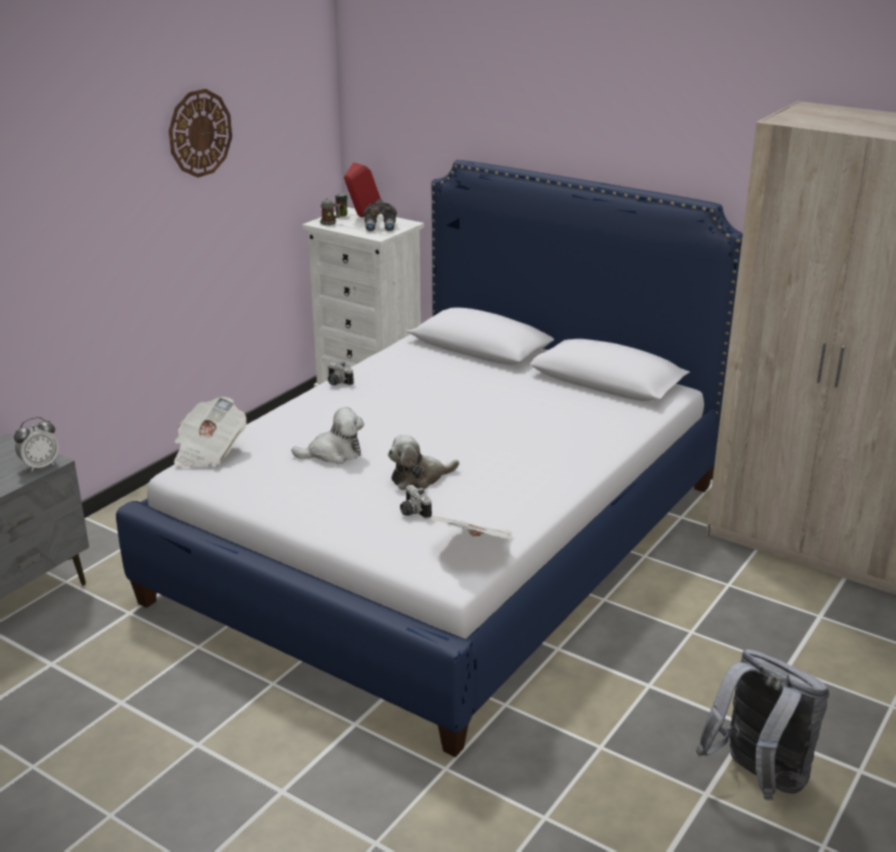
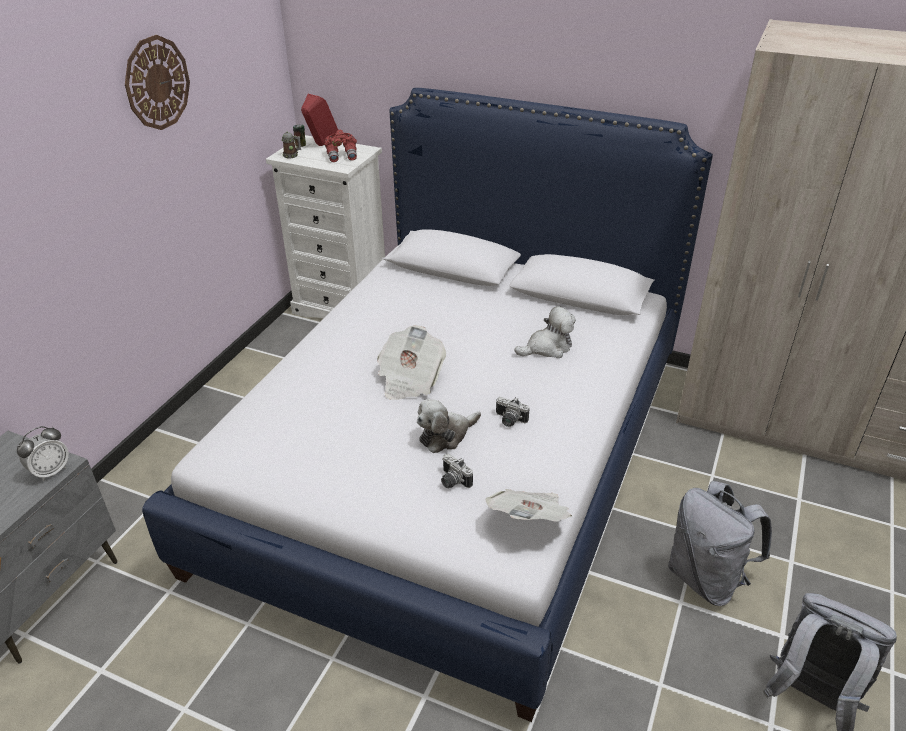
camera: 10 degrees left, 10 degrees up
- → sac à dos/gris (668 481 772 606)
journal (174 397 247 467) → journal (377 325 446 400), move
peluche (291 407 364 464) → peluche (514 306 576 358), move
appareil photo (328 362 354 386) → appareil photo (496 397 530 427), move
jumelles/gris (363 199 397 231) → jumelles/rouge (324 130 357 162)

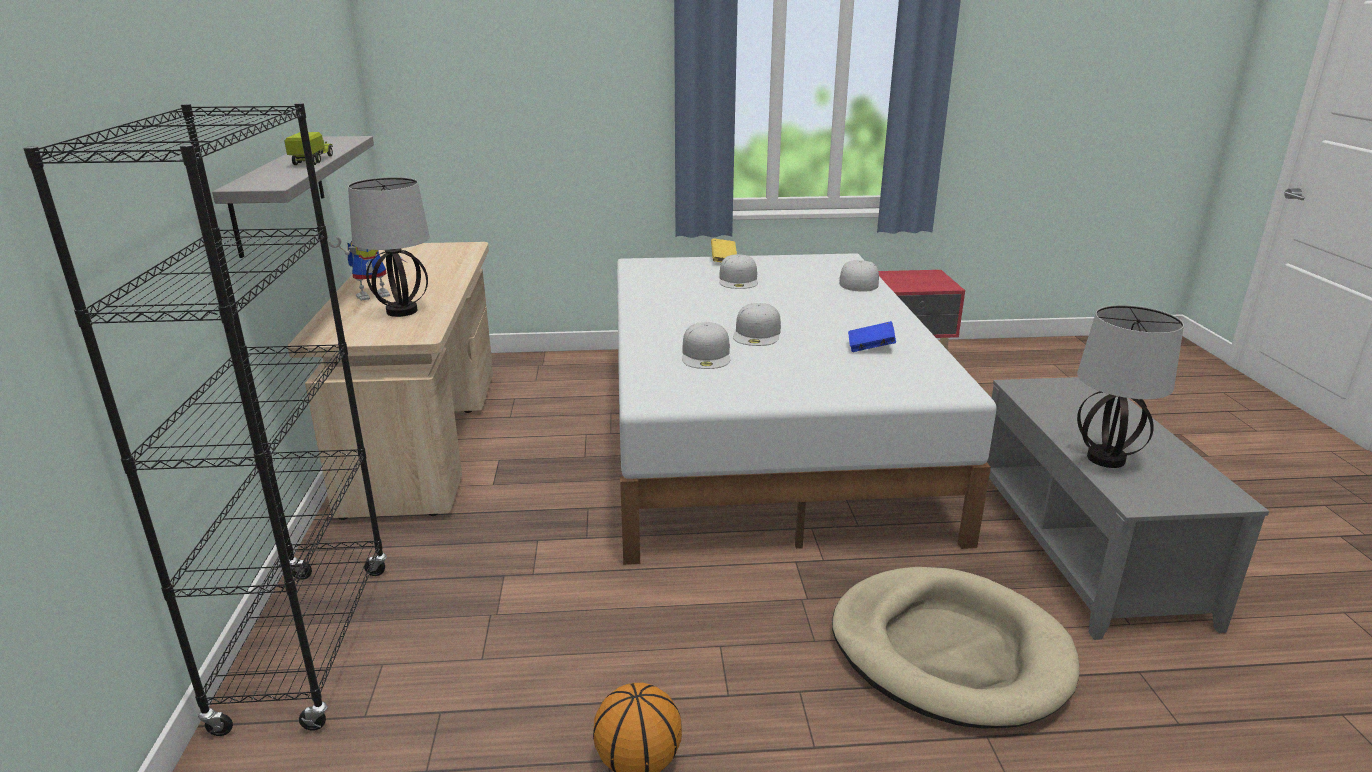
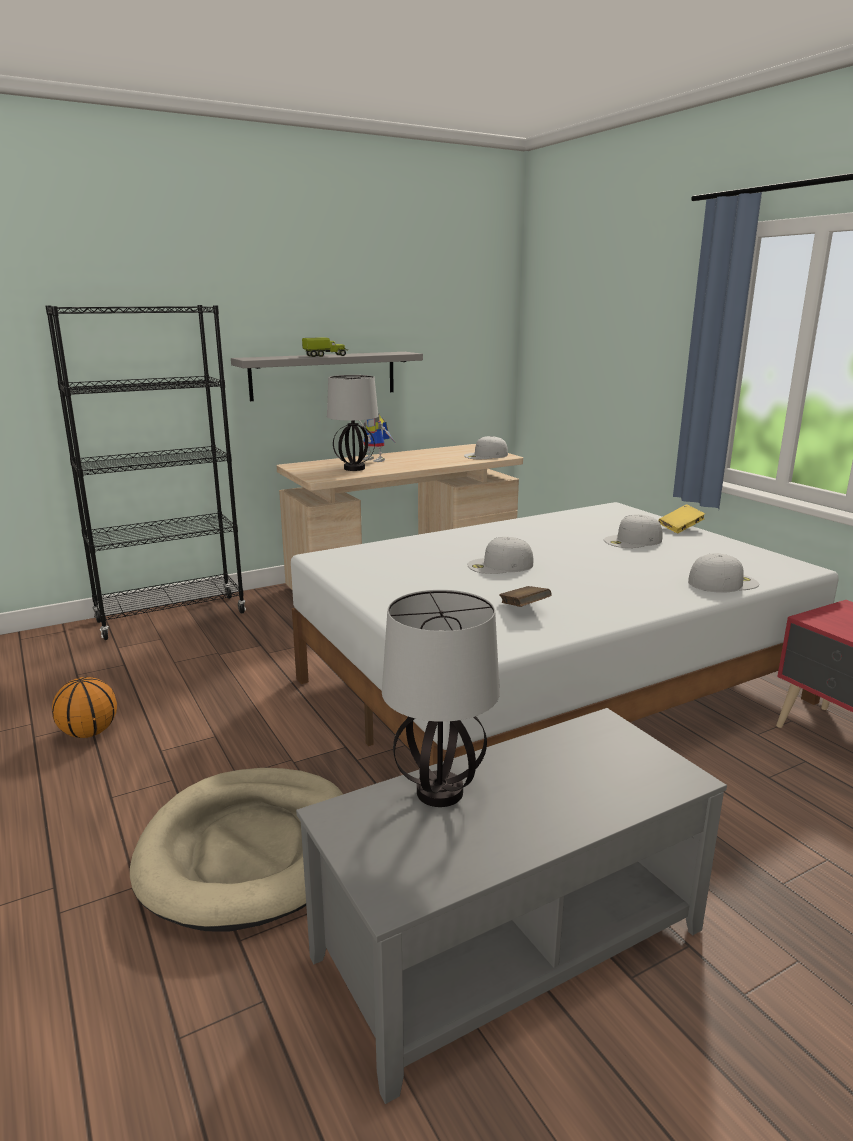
camera: 65 degrees right, 5 degrees down
casquette/blanc (682 322 730 369) → casquette/blanc (464 436 508 459), move
livre/bleu (848 321 896 352) → livre/marron (499 586 552 607)

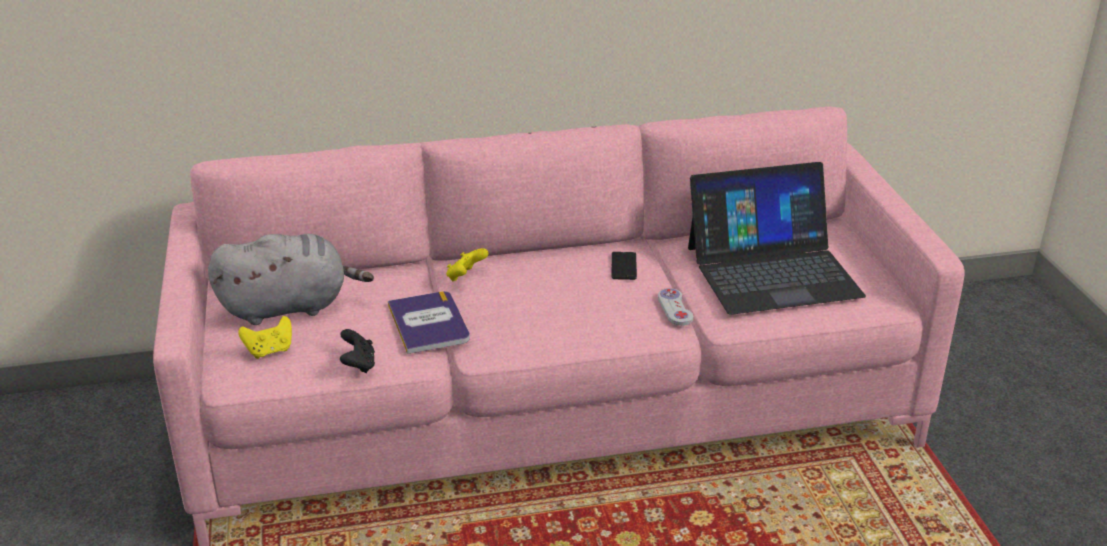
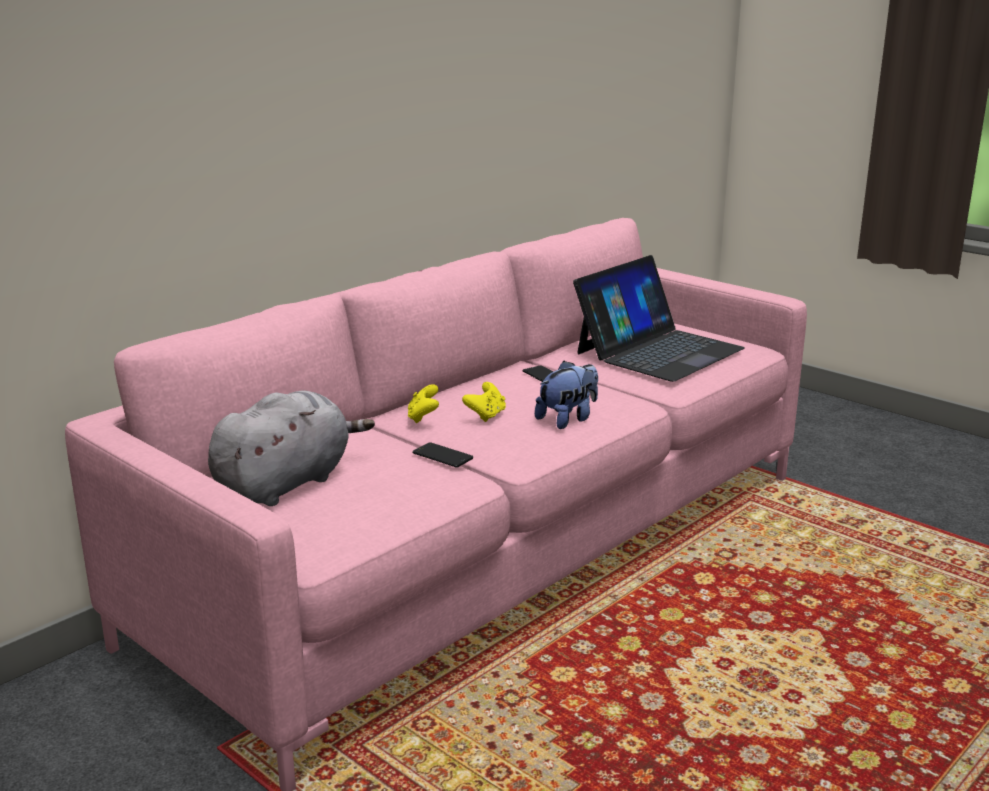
camera: 35 degrees left, 10 degrees down
manette/noir (340 329 375 373) → -
manette/blanc (658 288 693 326) → -
- → peluche (535 361 598 429)
manette/jaune (238 316 292 359) → manette/jaune (462 382 506 422), move
livre (388 291 470 354) → téléphone (412 442 473 468)

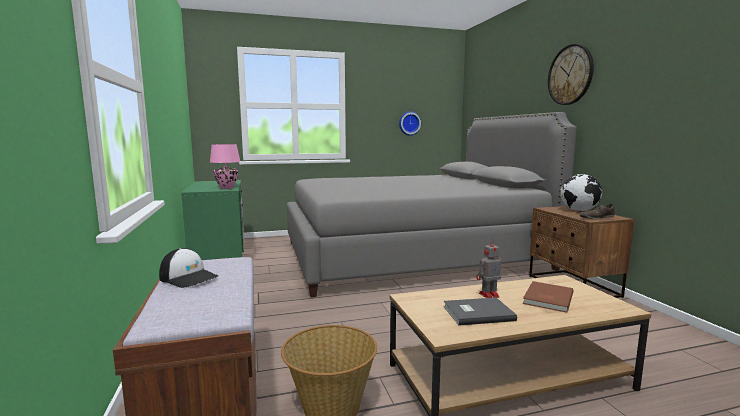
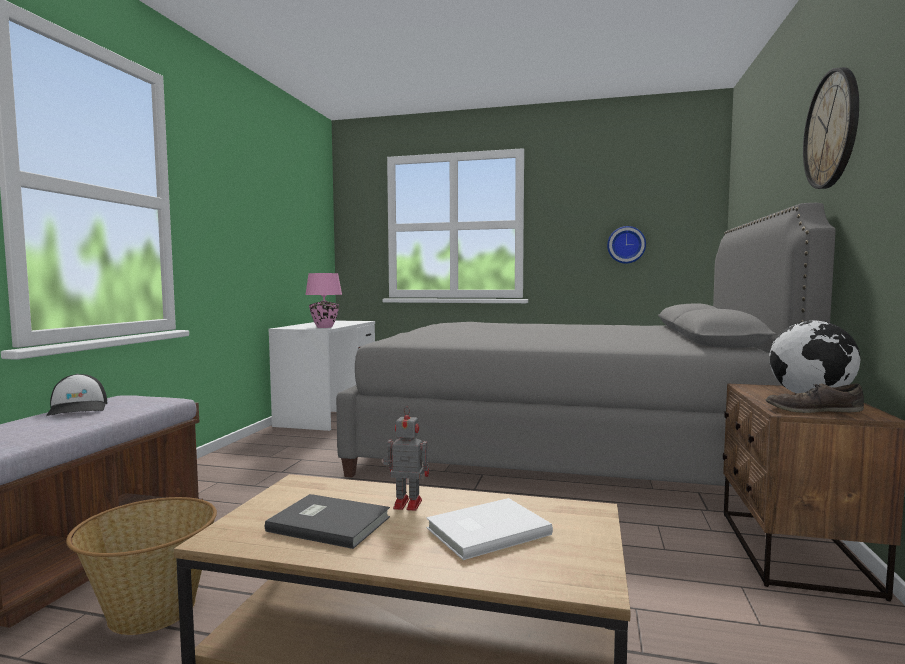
camera: 30 degrees right, 5 degrees down
bureau/vert (181 180 244 260) → bureau/blanc (268 320 375 431)
livre/marron (523 281 574 313) → livre/blanc (426 498 553 560)

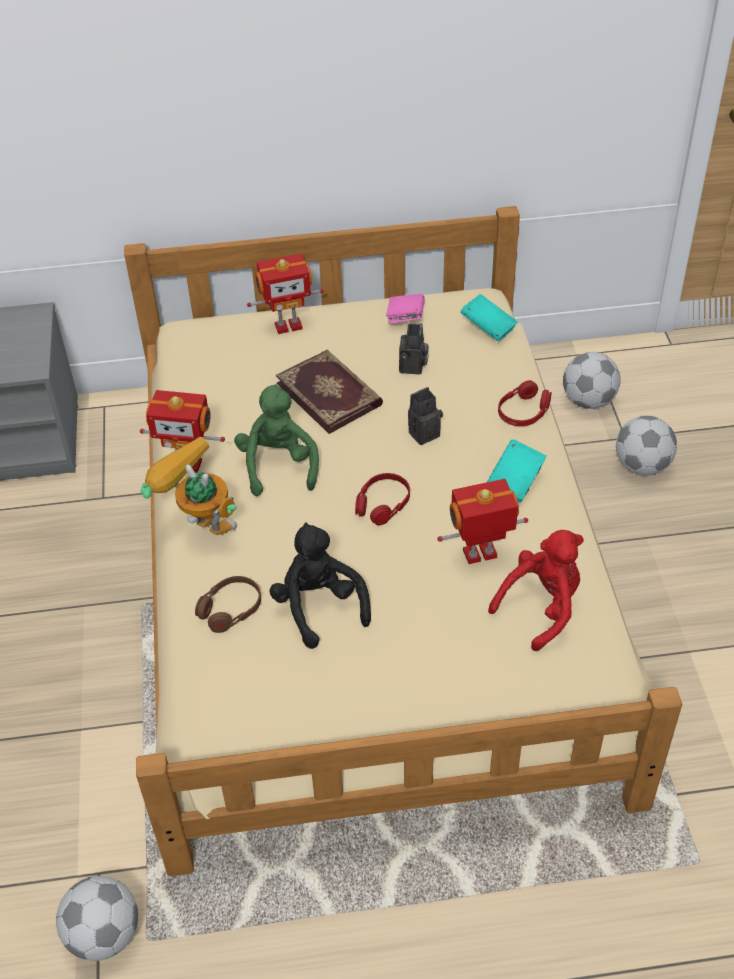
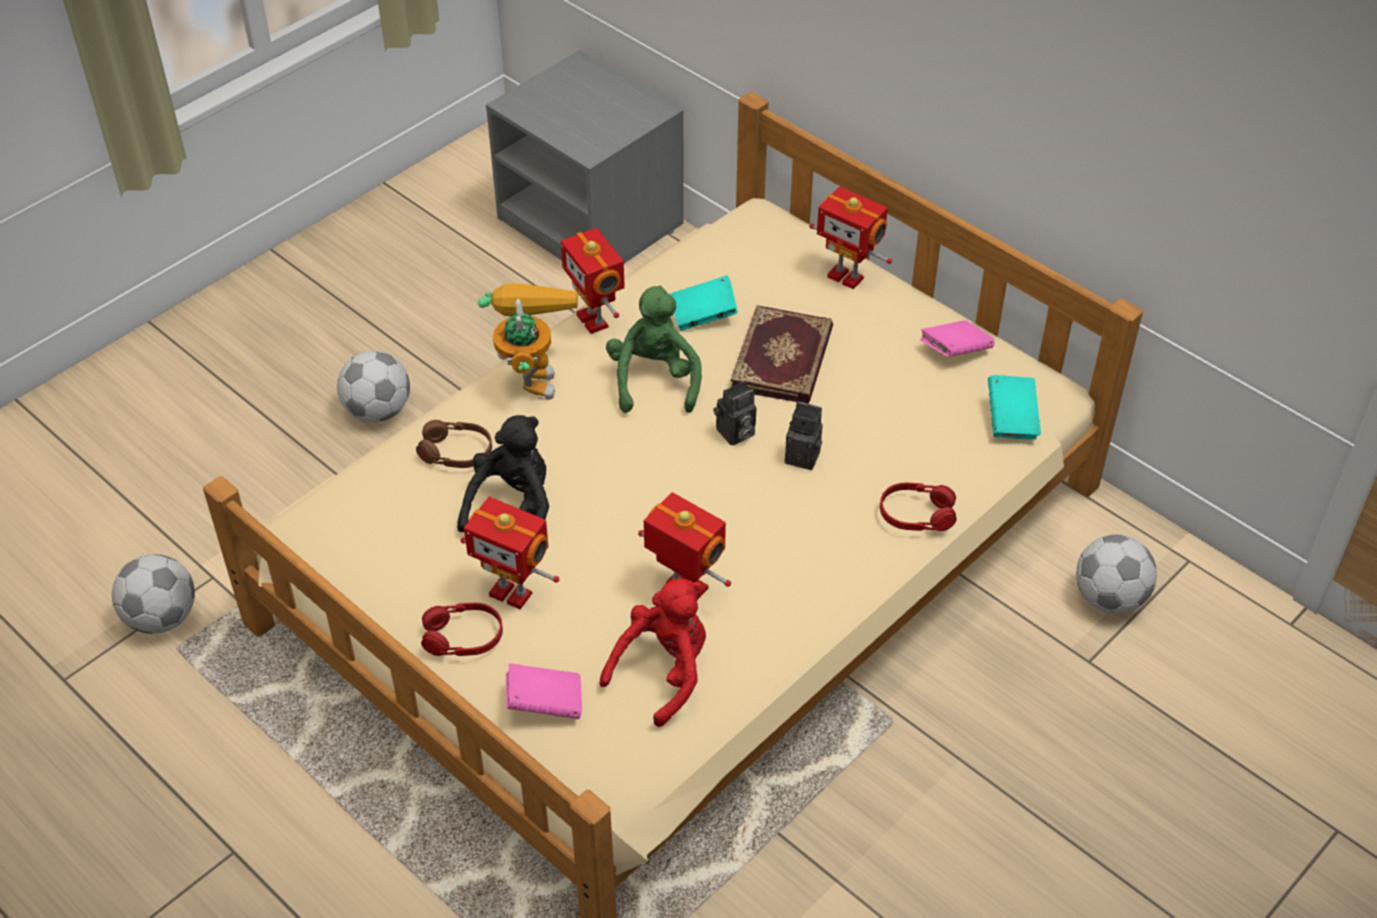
camera: 50 degrees right, 0 degrees up
- → robot jouet (461 497 560 609)
- → livre/rose (506 663 582 719)
casque audio/rouge (355 473 410 526) → casque audio/rouge (421 603 503 656), move
appareil photo (399 323 429 374) → appareil photo (713 381 756 446), move
livre/turquoise (487 439 547 502) → livre/turquoise (670 275 738 331), move
ballon de foot (616 416 677 476) → ballon de foot (337 351 410 422), move
peluche/vert (234 384 319 496) → peluche/vert (606 286 702 413), 45 degrees counterclockwise
peluche/rouge (488 530 584 651) → peluche/rouge (599 579 706 727), 60 degrees counterclockwise

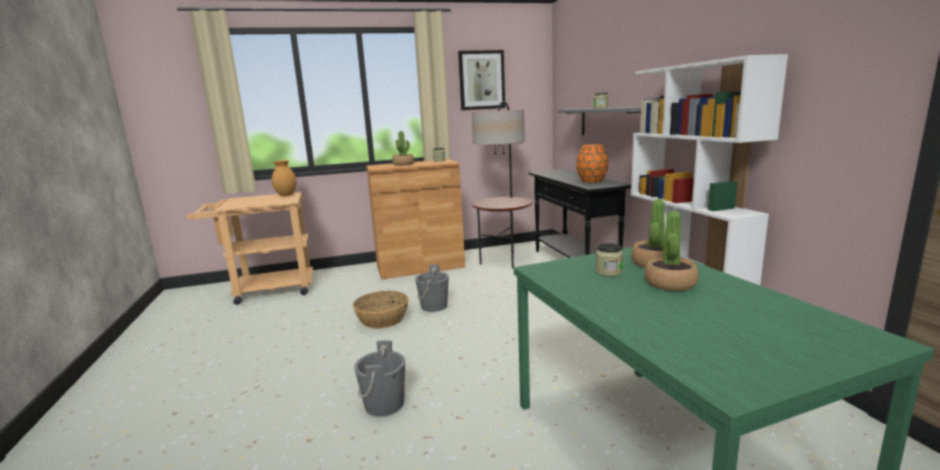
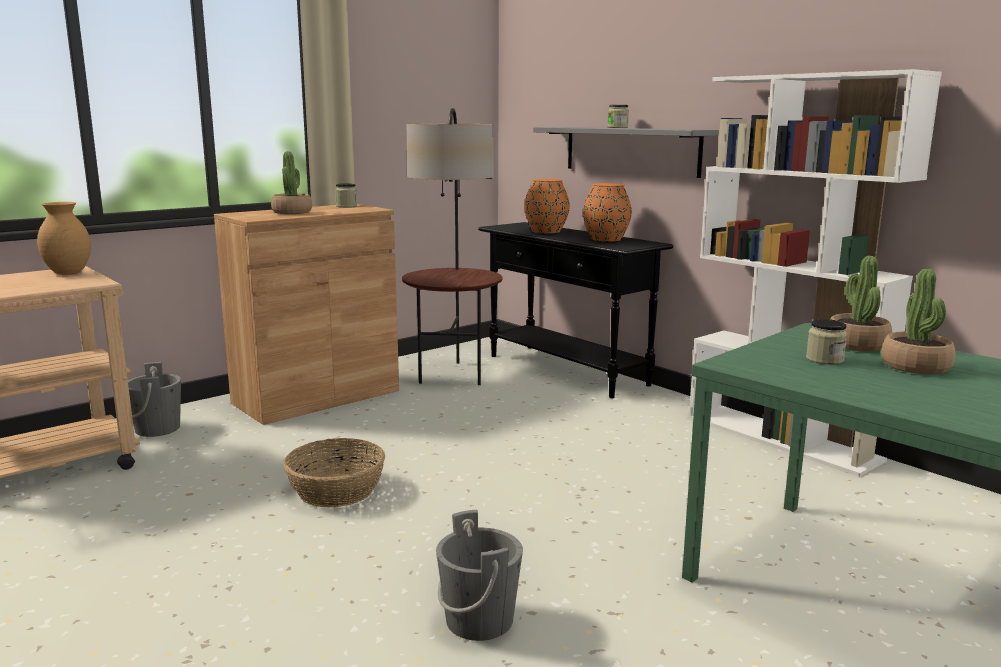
camera: 25 degrees left, 0 degrees up
tableau (458 50 505 110) → -
- → vase/orange (524 179 570 233)
seau/gris (415 264 449 312) → seau/gris (128 362 181 437), move

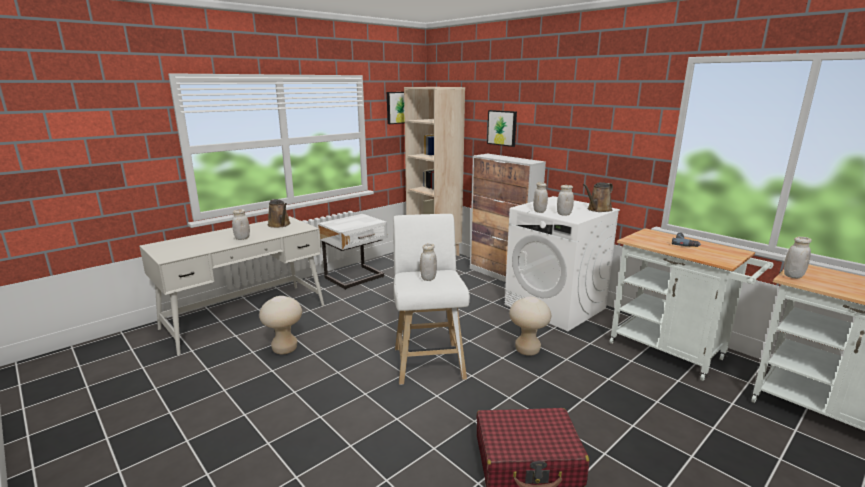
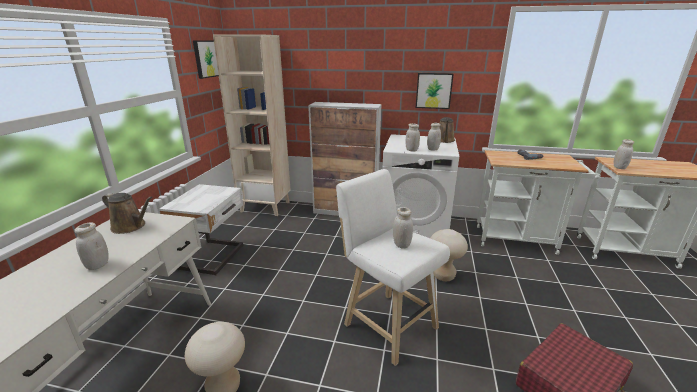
camera: 35 degrees left, 5 degrees up
tableau (487 110 517 147) → tableau (416 73 454 109), move

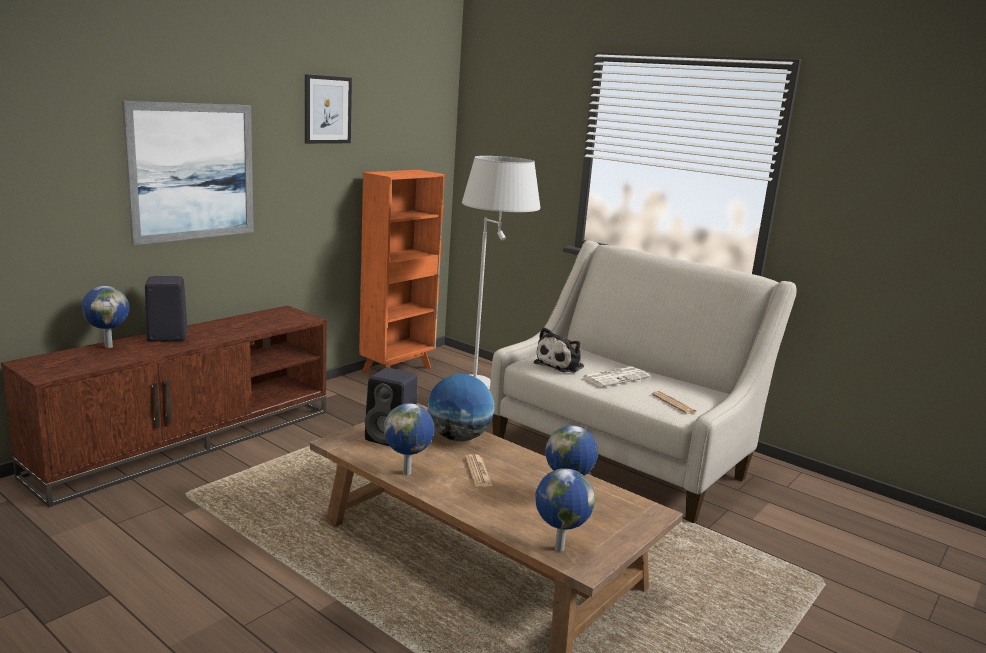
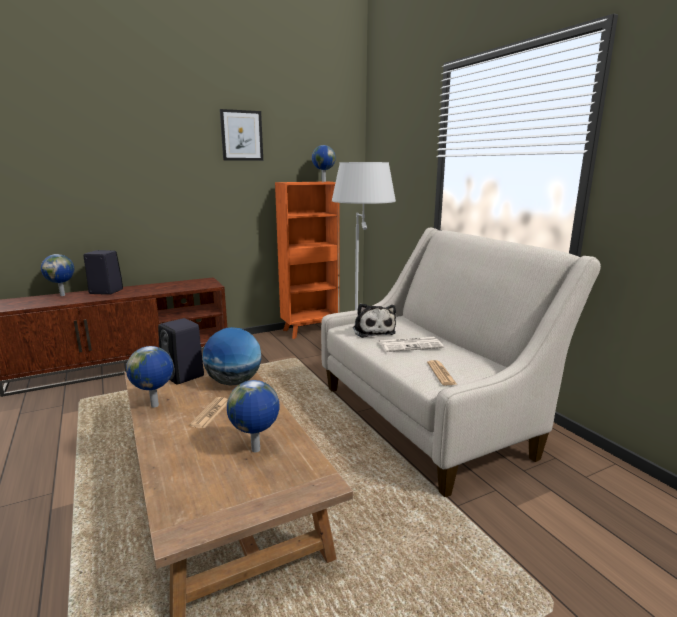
camera: 25 degrees right, 0 degrees up
tableau (122 101 254 245) → -
globe (535 469 595 552) → globe (312 145 336 182), move
peluche (534 327 584 373) → peluche (353 303 396 338), 75 degrees counterclockwise

